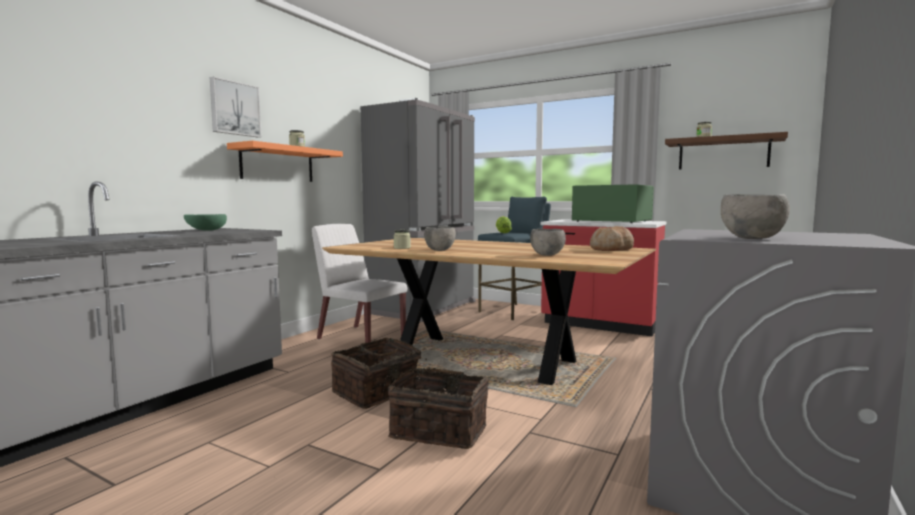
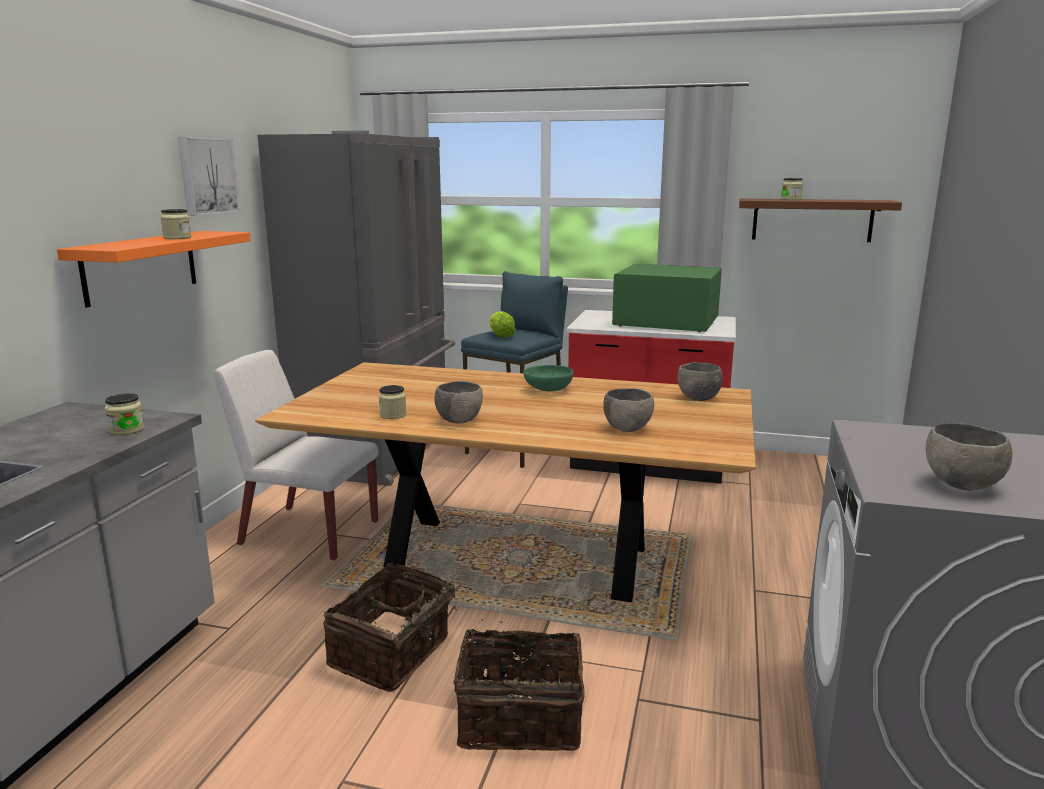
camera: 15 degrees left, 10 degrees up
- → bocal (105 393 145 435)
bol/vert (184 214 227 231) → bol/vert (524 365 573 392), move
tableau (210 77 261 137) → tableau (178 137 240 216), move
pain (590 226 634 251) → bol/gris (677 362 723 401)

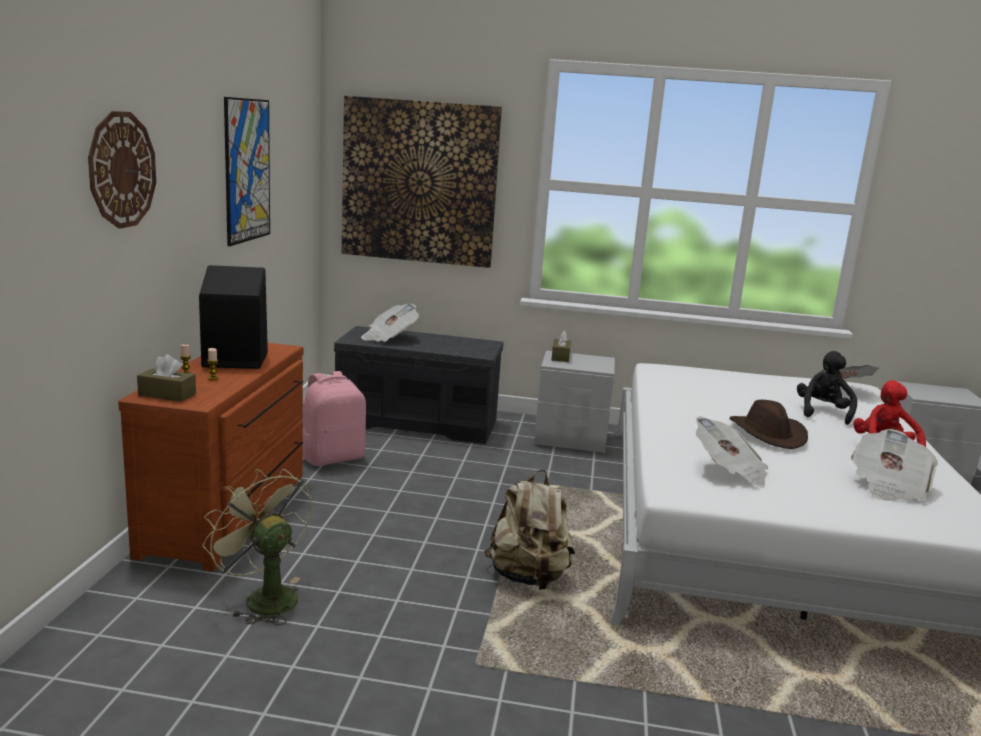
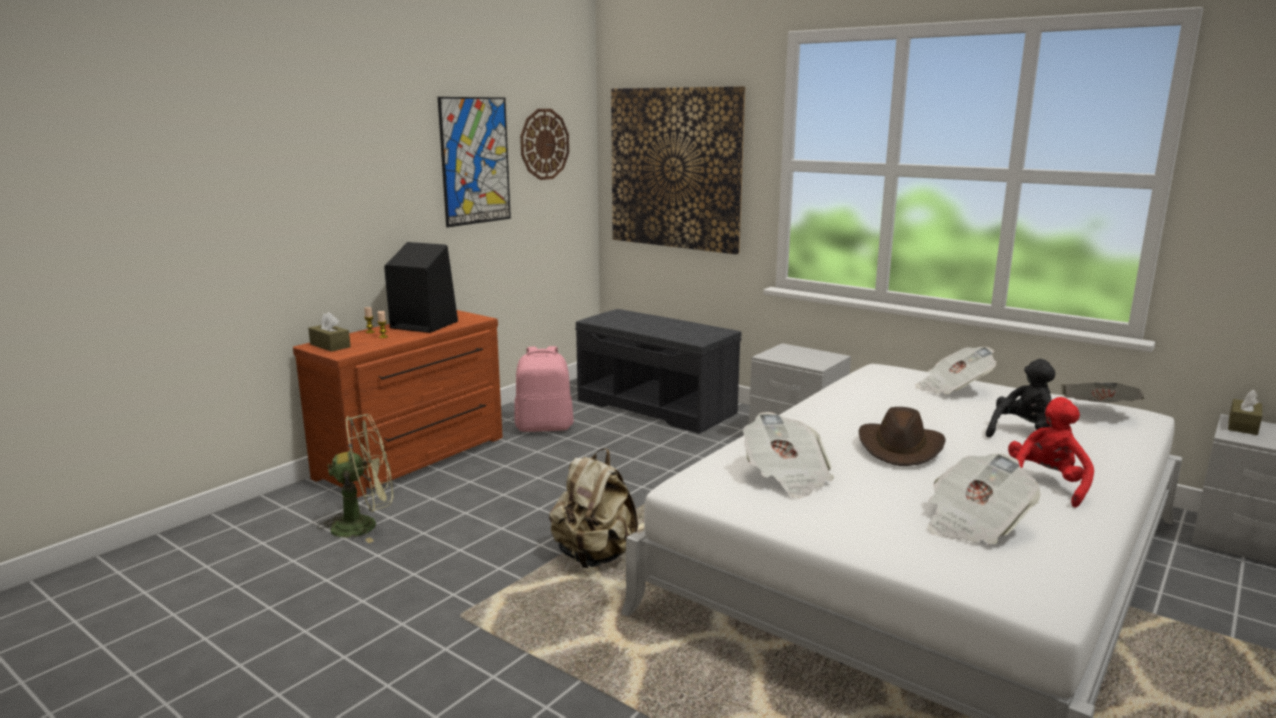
camera: 30 degrees right, 0 degrees up
horloge murale (88 111 156 229) → horloge murale (520 109 569 180), move
journal (361 304 419 342) → journal (915 347 996 395), move
boîte à mouchoirs/marron (552 331 571 362) → boîte à mouchoirs/marron (1228 389 1262 435), move
ventilateur/vert (202 469 312 625) → ventilateur/vert (317 414 393 543), 90 degrees clockwise

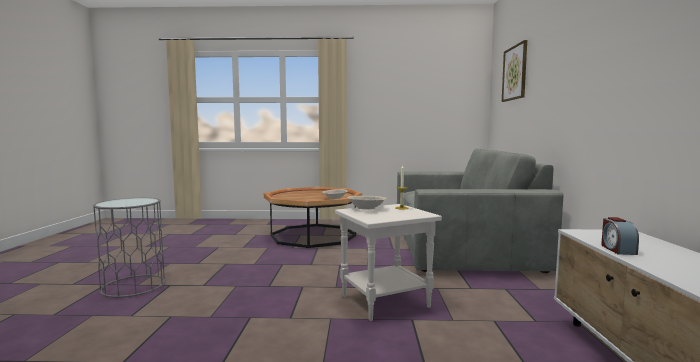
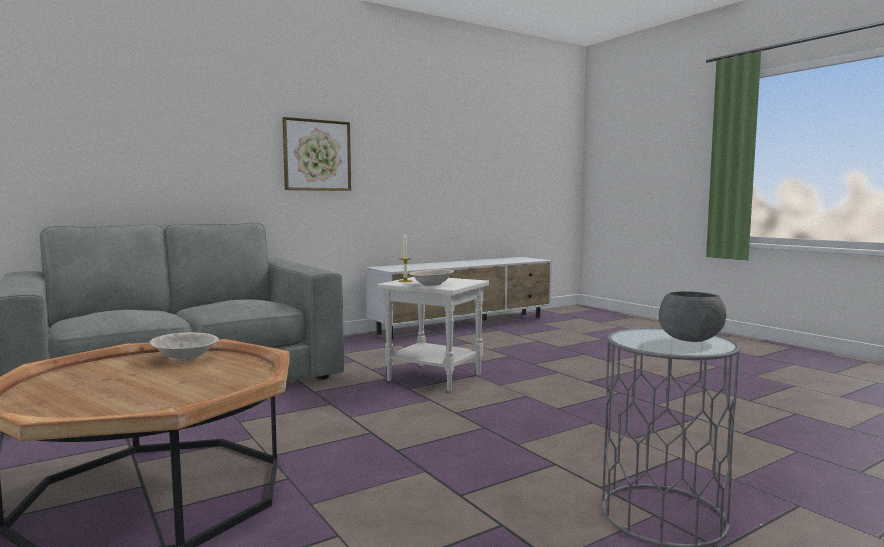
camera: 125 degrees left, 0 degrees up
réveil (601 217 639 255) → -
- → bol/gris (659 291 727 342)
tableau (502 40 527 102) → tableau (283 117 351 191), move

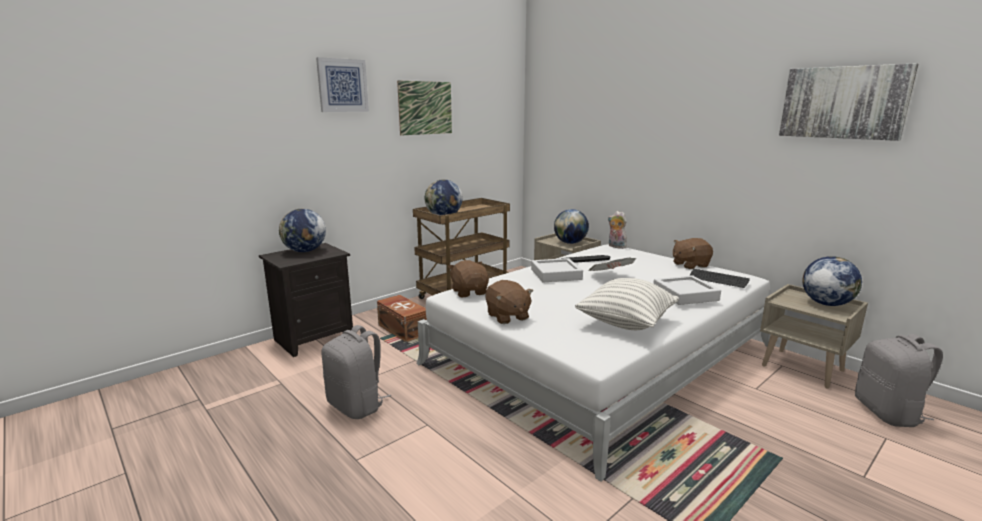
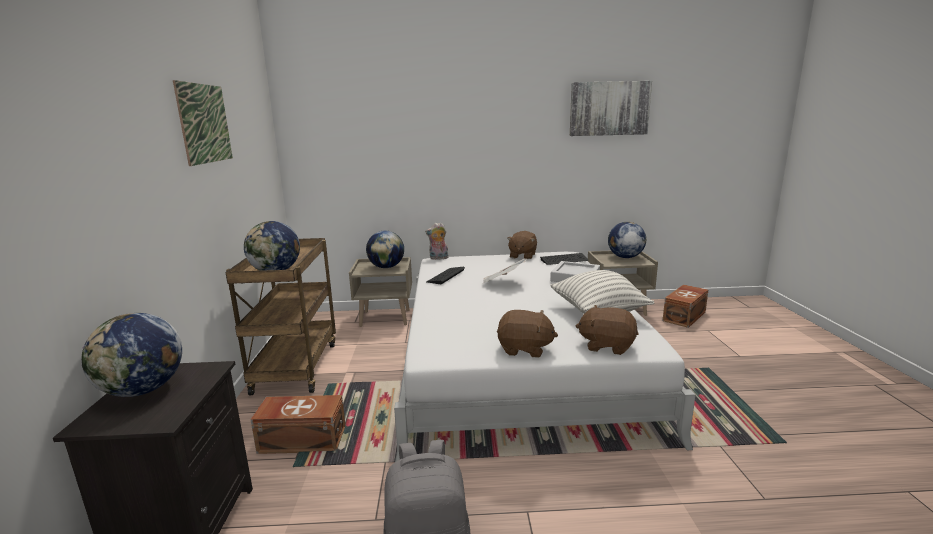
camera: 50 degrees left, 0 degrees up
tableau (316 57 369 112) → -
plateau/gris (531 258 583 282) → -
peluche/marron (448 260 489 297) → peluche/marron (576 305 639 355), move
sac à dos/gris (855 334 943 427) → boîte de rangement/marron (663 285 708 328)

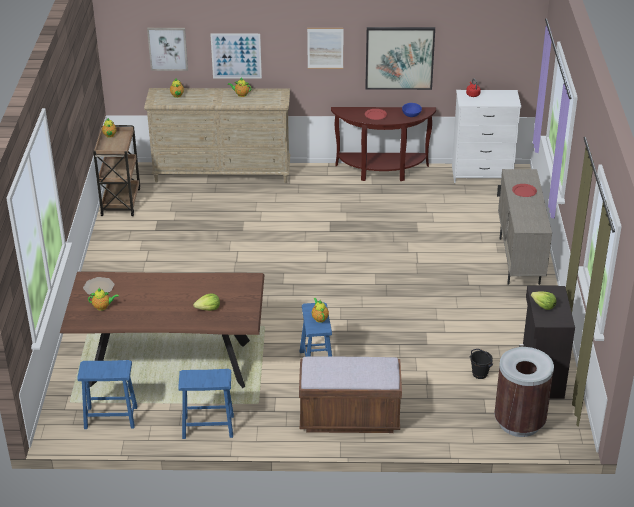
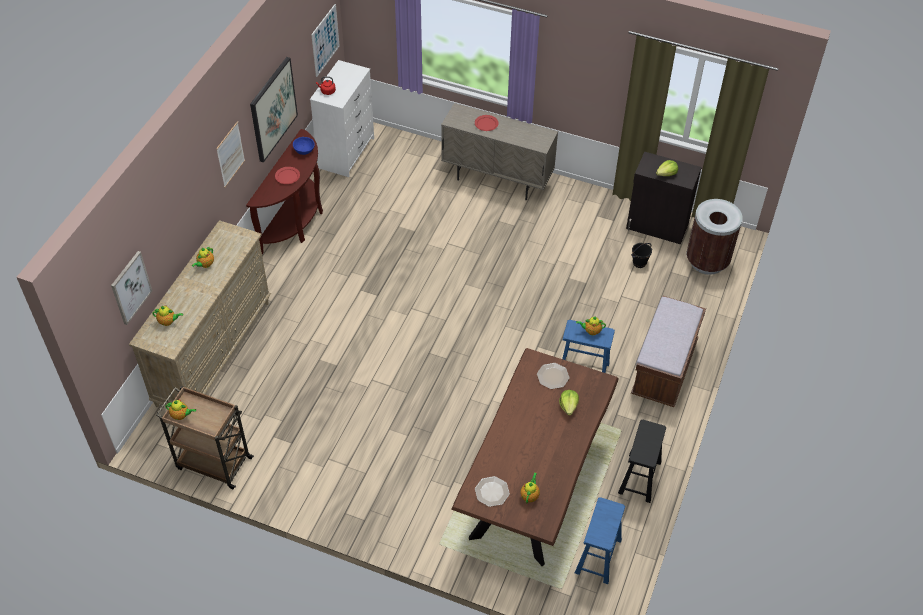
camera: 70 degrees left, 15 degrees up
- → assiette (537 363 570 389)
tableau (210 33 262 79) → tableau (311 4 340 77), move
tabouret/bleu (178 369 234 439) → tabouret/noir (618 420 666 503)

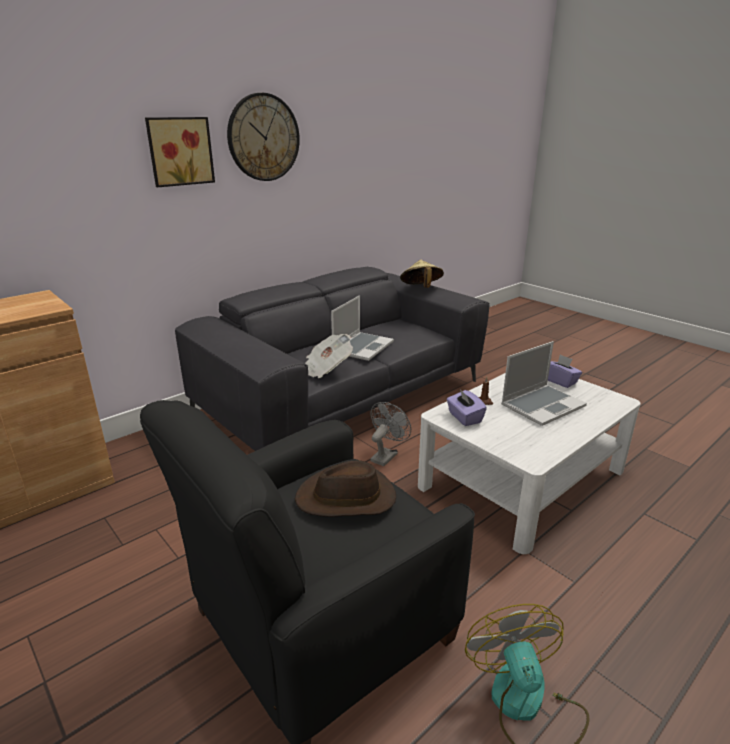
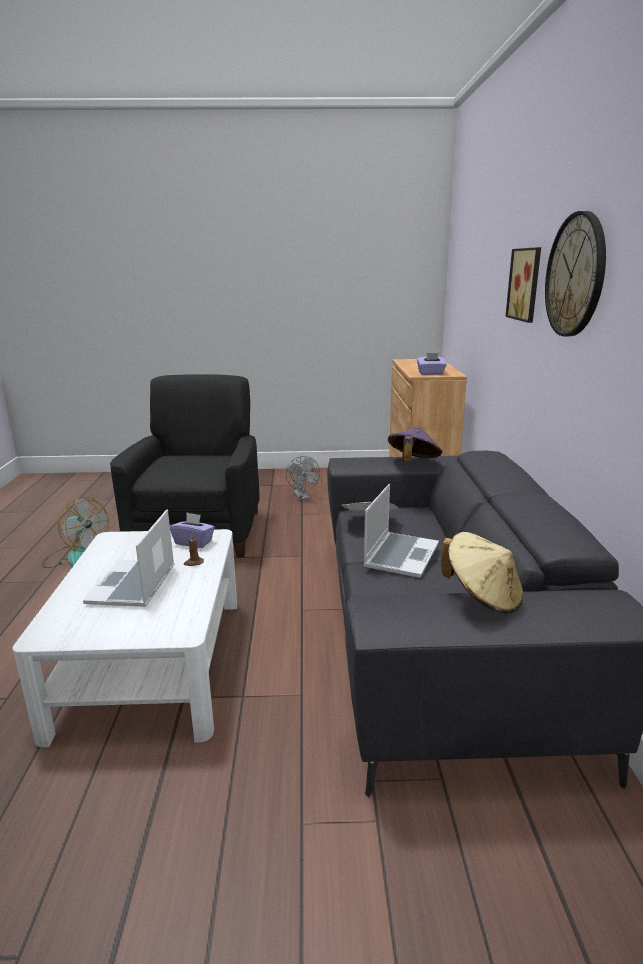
camera: 130 degrees right, 5 degrees down
chapeau/marron (295 460 396 517) → -
- → chapeau/violet (388 427 442 462)
ventilateur/gris (370 402 411 466) → ventilateur/gris (286 456 320 500), move
boîte à mouchoirs/violet (548 355 582 388) → boîte à mouchoirs/violet (417 353 447 375), move
ordinateur portable (331 295 394 361) → ordinateur portable (363 484 439 578), 135 degrees counterclockwise

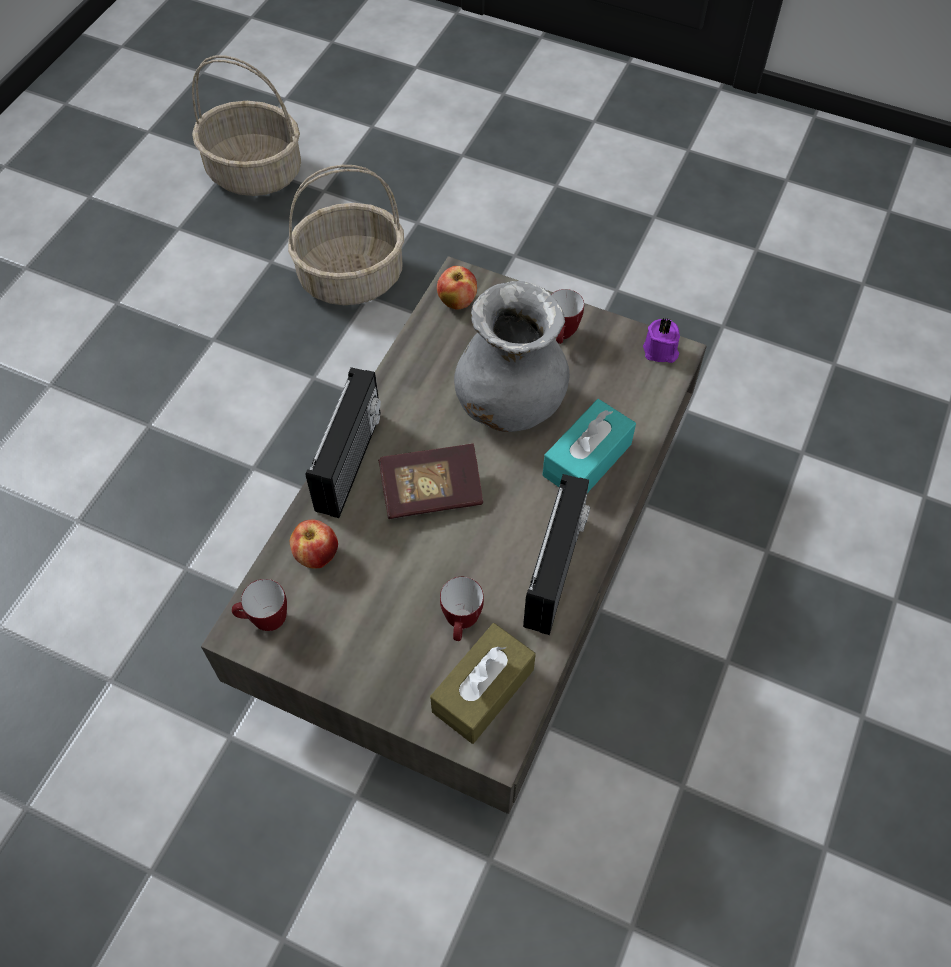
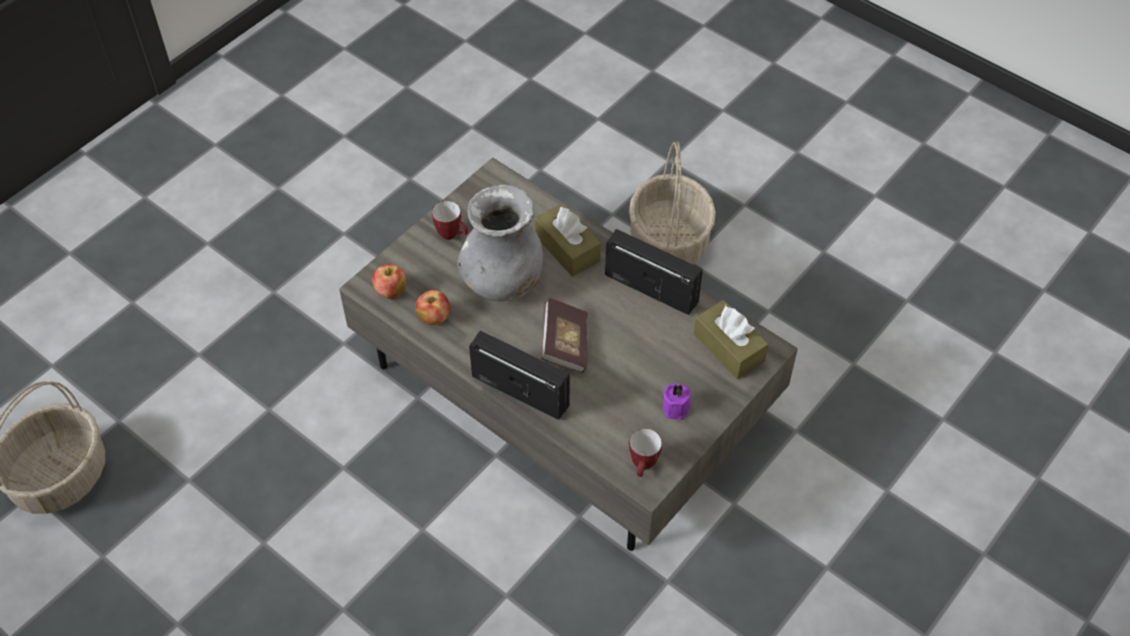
camera: 75 degrees left, 5 degrees down
mug (440 577 484 641) → -
panier (288 165 404 305) → panier (629 141 716 264), move
pomme (290 520 338 568) → pomme (415 290 450 325), move
bougie/violet (643 318 680 363) → bougie/violet (663 383 691 420), move
boîte à mouchoirs/turquoise (543 399 636 493) → boîte à mouchoirs/marron (535 203 601 277)

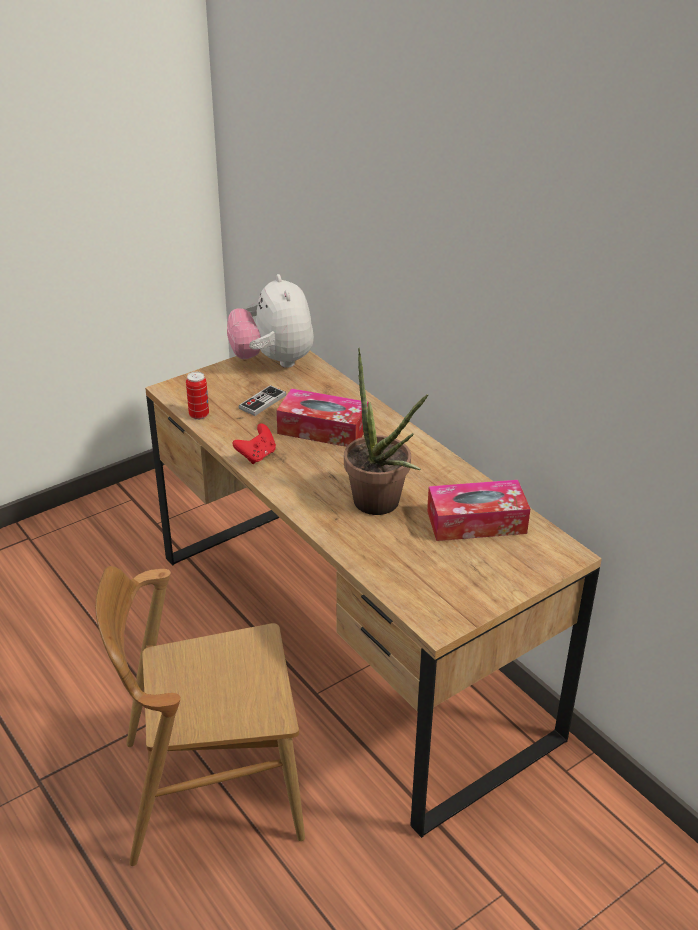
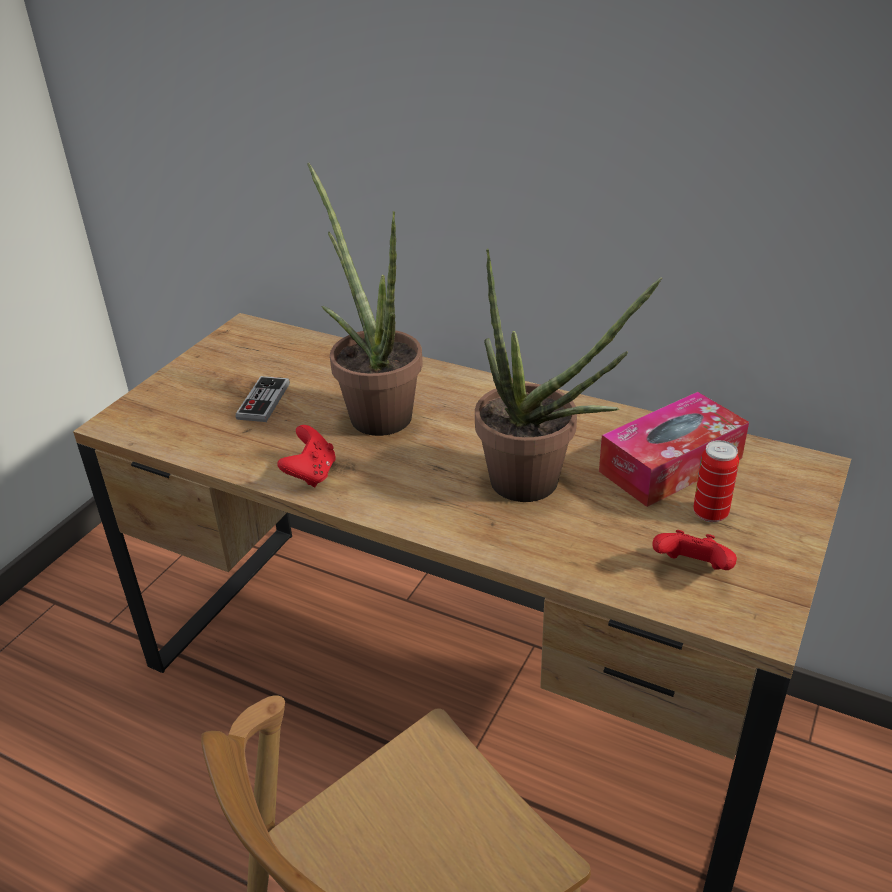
camera: 25 degrees left, 0 degrees up
peluche (227 274 314 368) → -
- → manette/rouge (652 530 737 570)
boîte métallique (186 372 209 420) → boîte métallique (693 440 739 522), move
boîte à mouchoirs (276 388 368 447) → plante en pot (307 163 423 436)

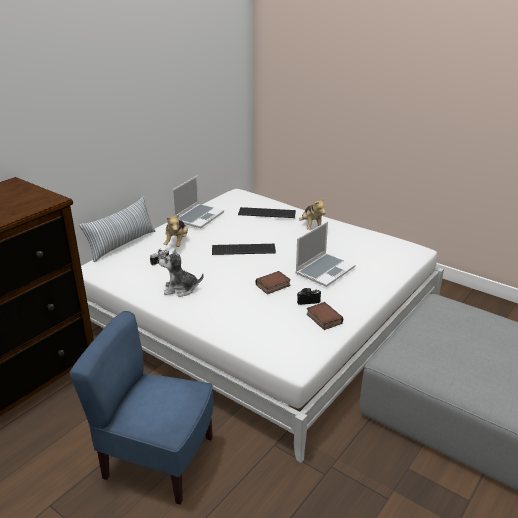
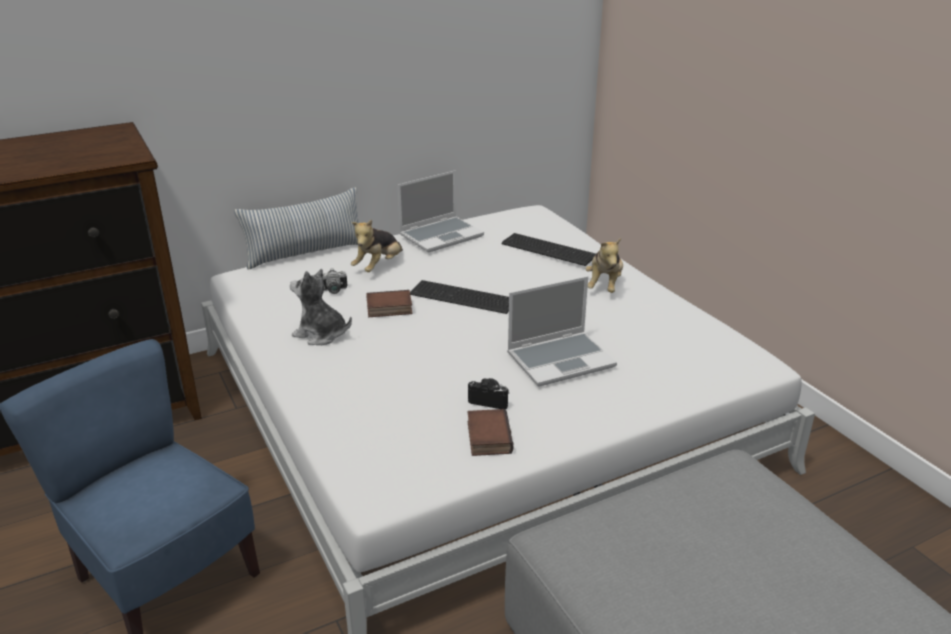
camera: 25 degrees right, 0 degrees up
livre (256 271 291 294) → livre (366 290 413 317), move

